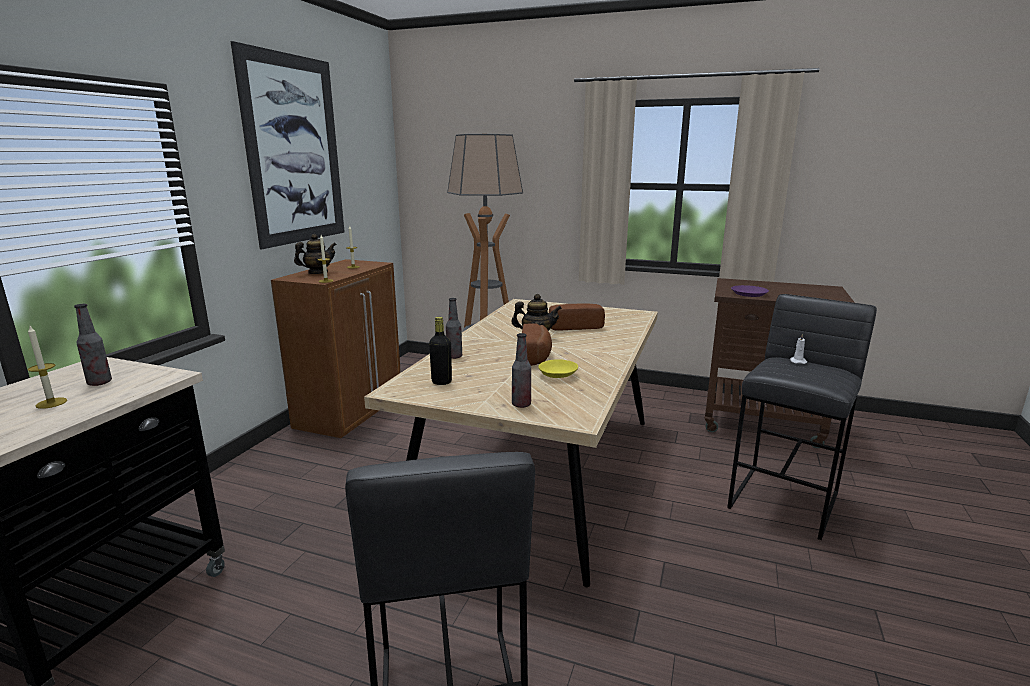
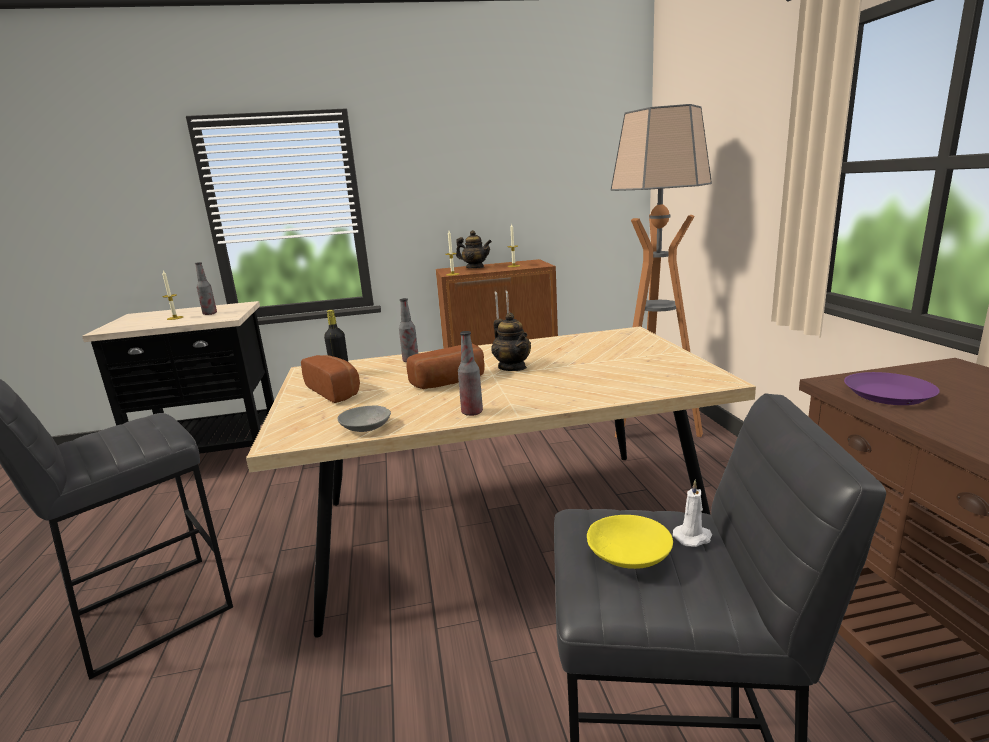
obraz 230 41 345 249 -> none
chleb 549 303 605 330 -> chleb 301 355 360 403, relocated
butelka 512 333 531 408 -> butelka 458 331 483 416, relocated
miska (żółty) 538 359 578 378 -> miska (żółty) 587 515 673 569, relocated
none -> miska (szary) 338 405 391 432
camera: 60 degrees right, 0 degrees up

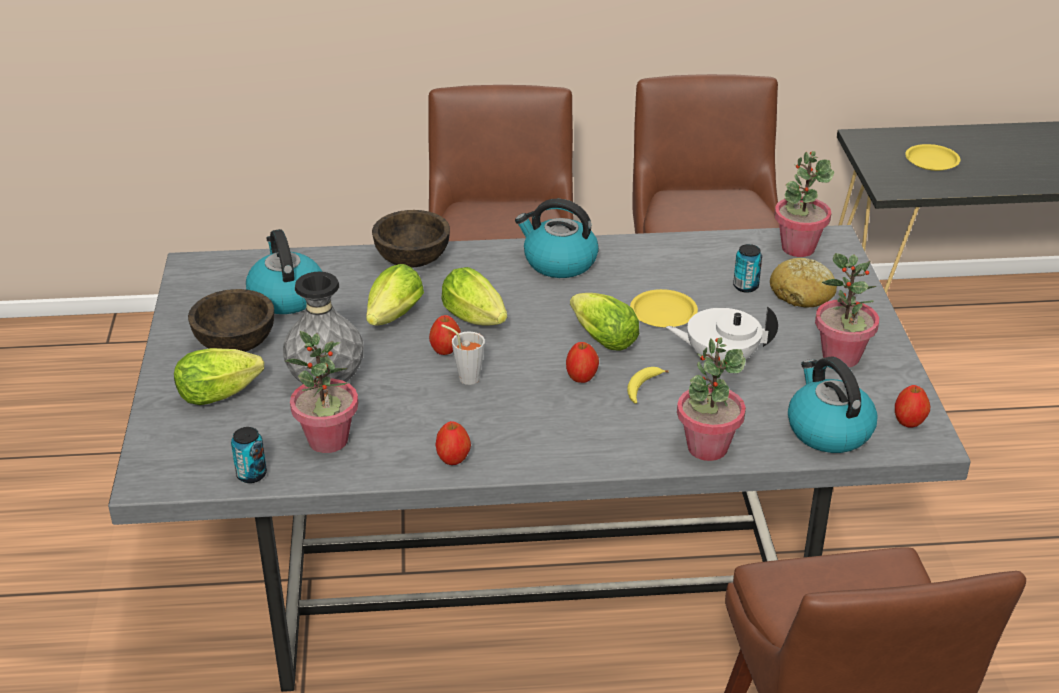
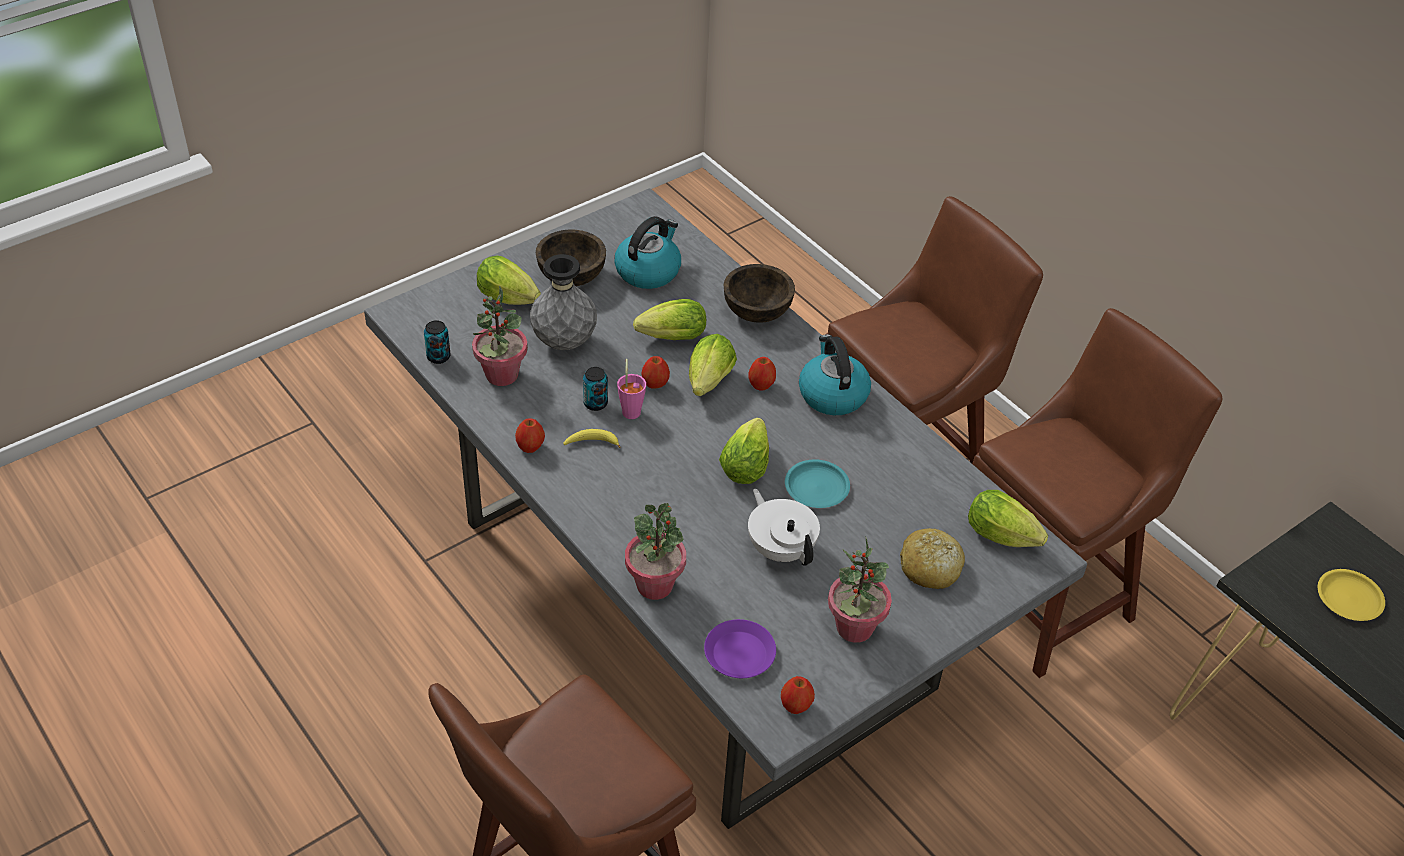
roślina doniczkowa 774 151 834 257 -> sałata 968 490 1048 547
puszka 733 244 762 293 -> puszka 583 367 608 411, relocated
talerz (żółty) 630 289 698 328 -> talerz (turkusowy) 785 460 850 508
filiżanka (szary) 441 324 485 385 -> filiżanka (różowy) 617 359 646 419
jabłko 566 342 599 383 -> jabłko 749 357 776 390, relocated
czajnik 788 356 878 453 -> talerz (fioletowy) 704 619 776 678
banan 627 367 669 404 -> banan 563 429 620 448, relocated
camera: 55 degrees right, 10 degrees up

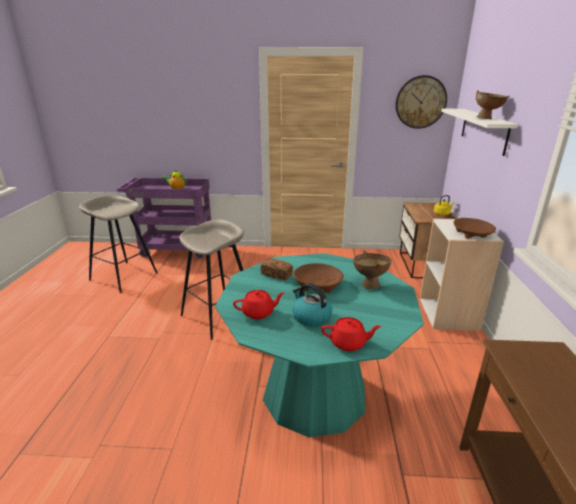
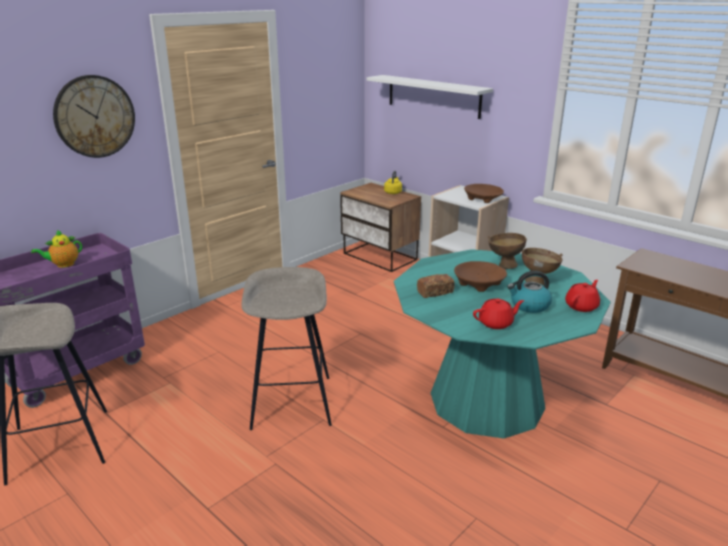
zegar ścienny 395 75 447 129 -> zegar ścienny 53 75 135 158, relocated
miska (brązowy) 476 90 509 119 -> miska (brązowy) 522 248 562 286, relocated
imbryk (czerwony) 233 290 284 319 -> imbryk (czerwony) 473 298 524 329, 45 degrees clockwise
camera: 50 degrees left, 0 degrees up

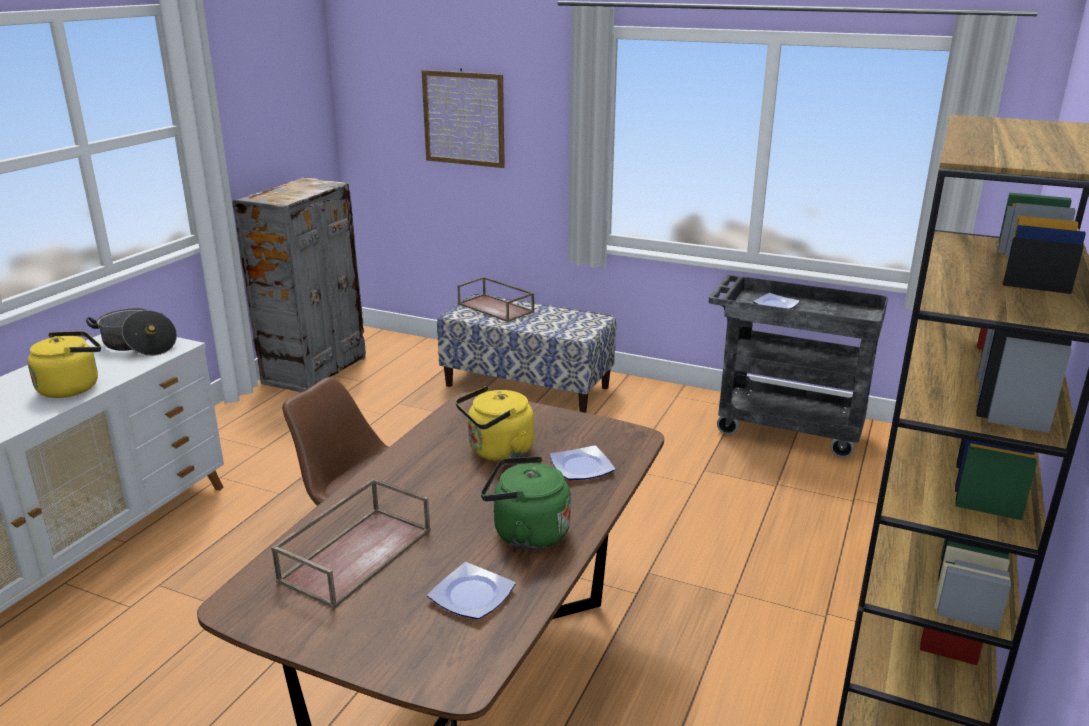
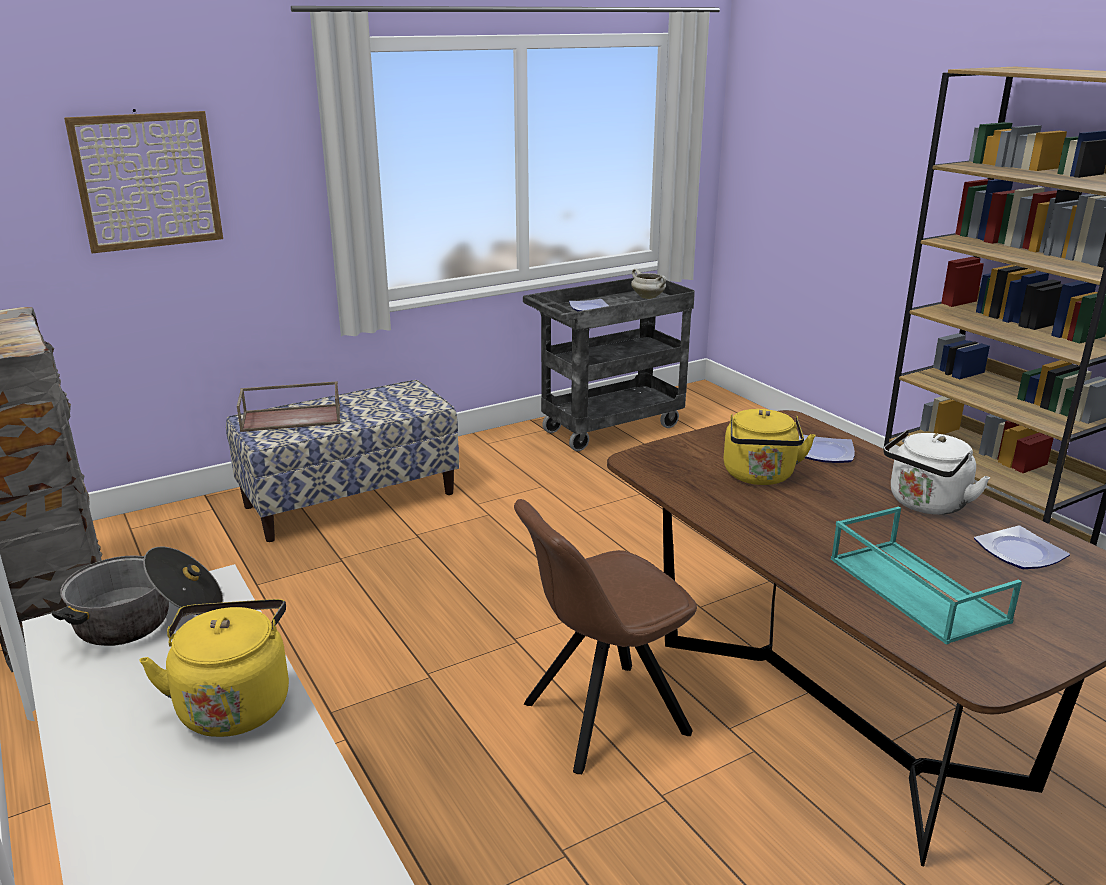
czajnik (zielony) 481 456 571 550 -> czajnik (biały) 883 429 990 515
taca (brązowy) 271 478 431 609 -> taca (turkusowy) 831 507 1022 645
none -> garnek (biały) 631 269 666 299
camera: 55 degrees left, 0 degrees up

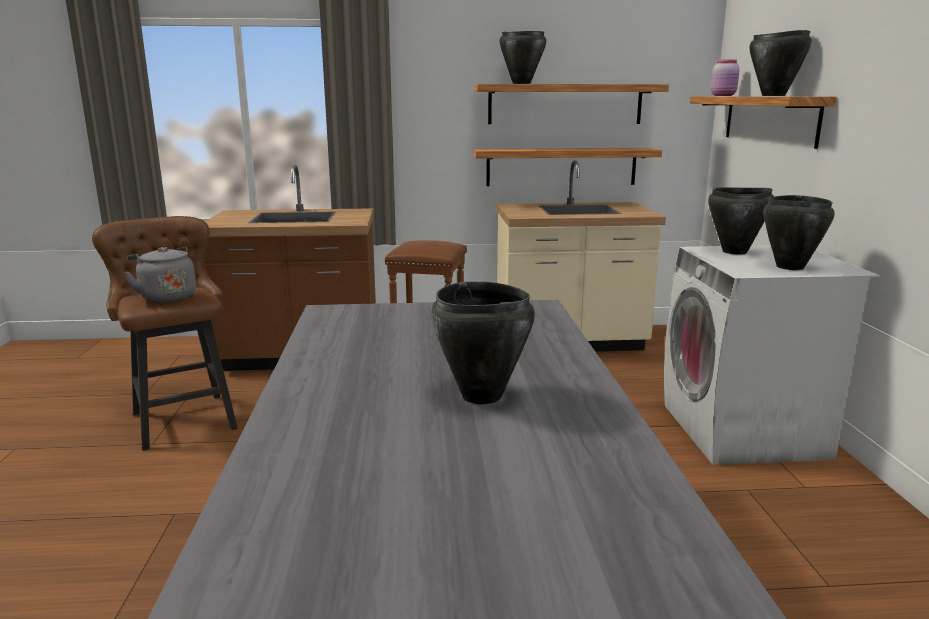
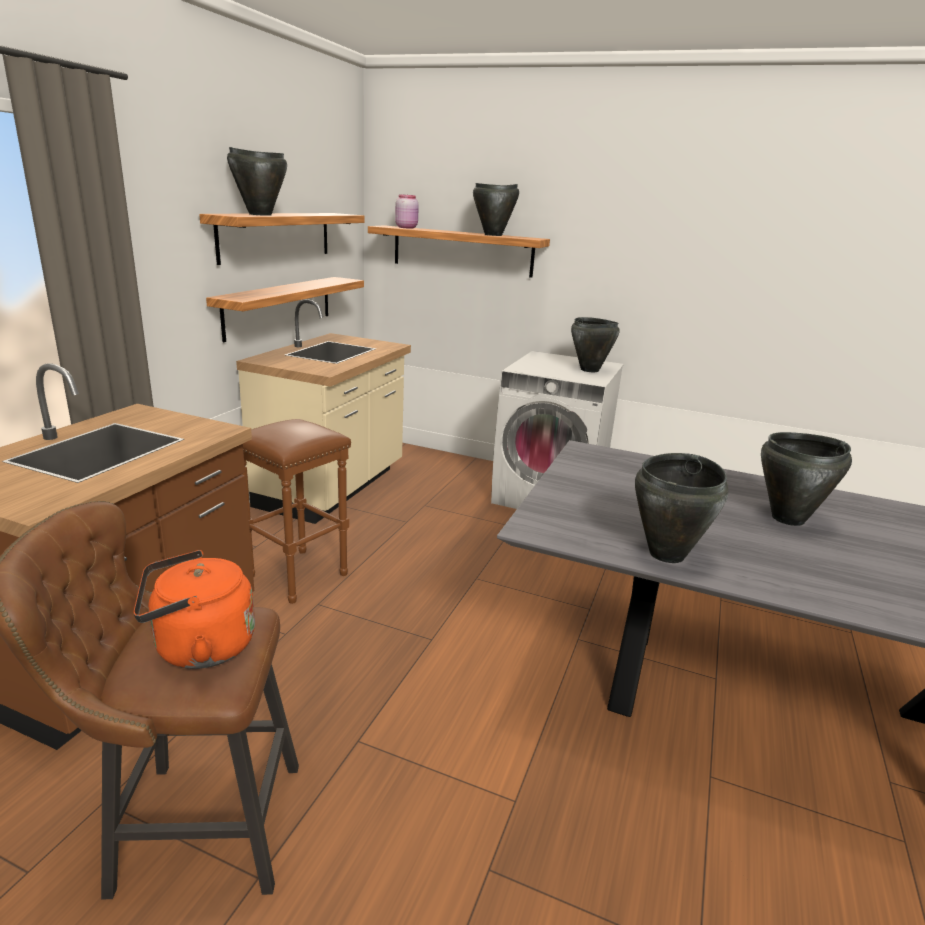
garnek (czarny) 708 187 774 255 -> garnek (czarny) 635 453 728 563, relocated
czajnik (szary) 124 247 196 303 -> czajnik (pomarańczowy) 133 550 255 669
camera: 65 degrees left, 5 degrees up

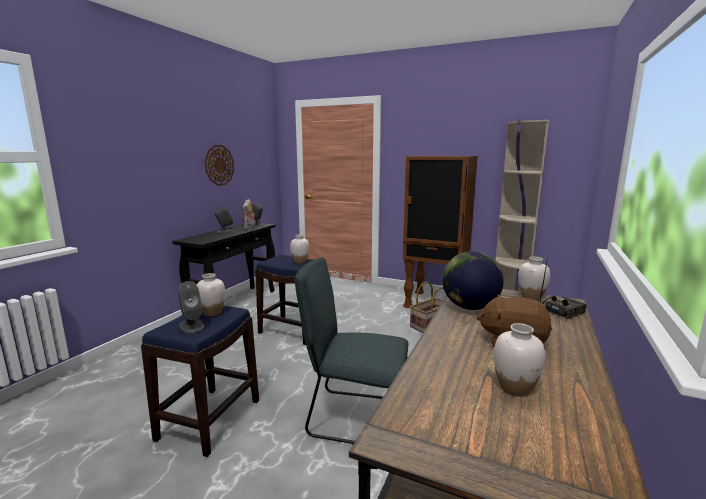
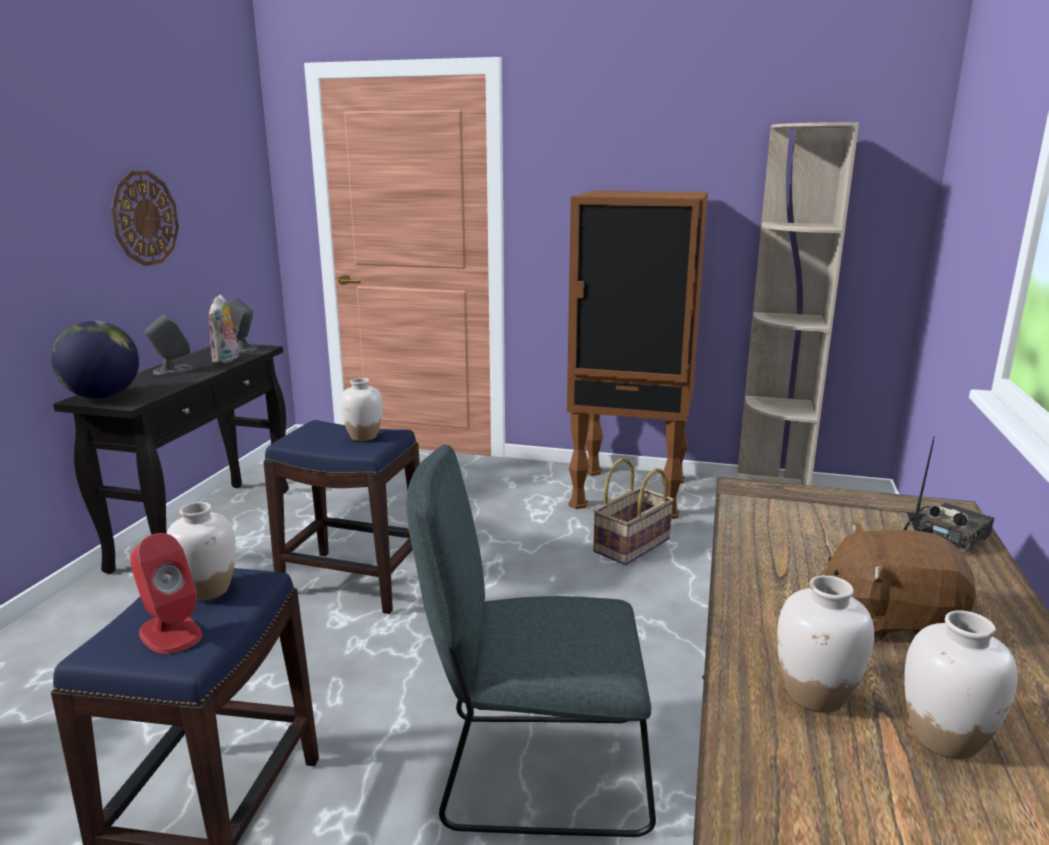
globus 442 251 504 310 -> globus 51 321 139 399, relocated
wazon (biały) 518 257 550 301 -> wazon (biały) 777 575 874 713, relocated
głośnik (szary) 178 281 204 333 -> głośnik (czerwony) 131 533 202 654
camera: 10 degrees left, 5 degrees up

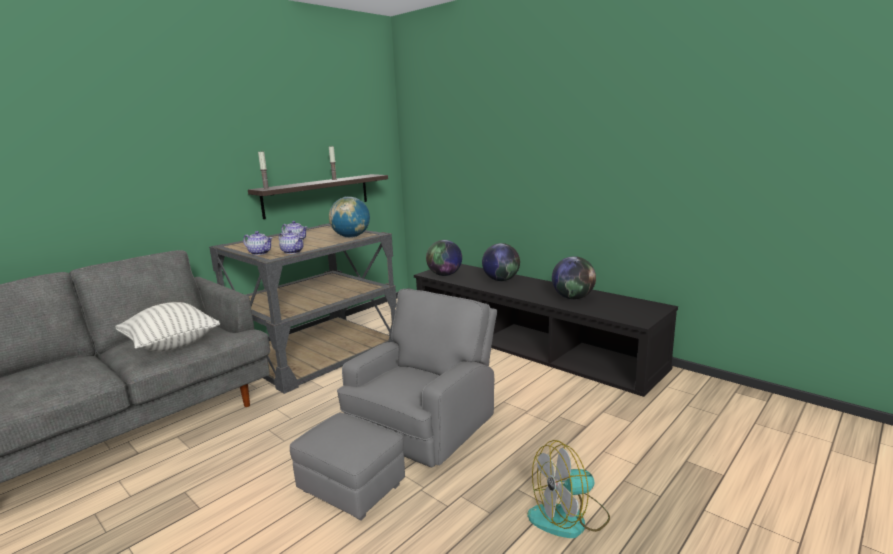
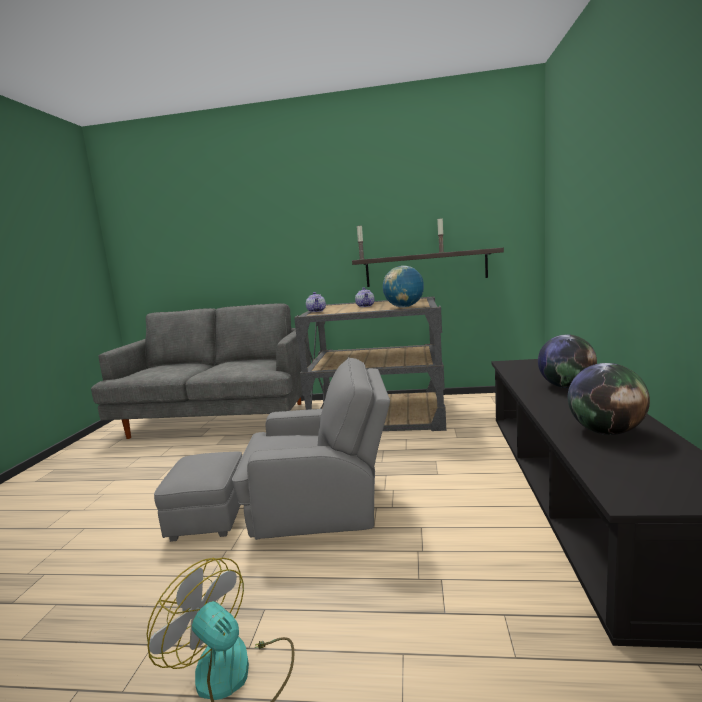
imbryk 279 230 304 254 -> none
globus 426 240 462 276 -> none
poduszka 115 302 220 352 -> none
camera: 55 degrees right, 5 degrees down

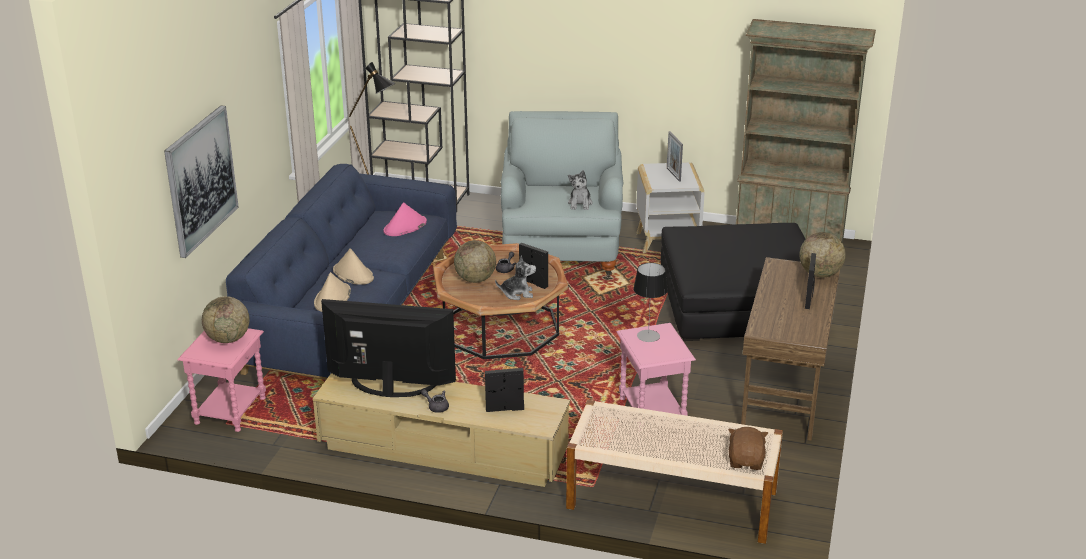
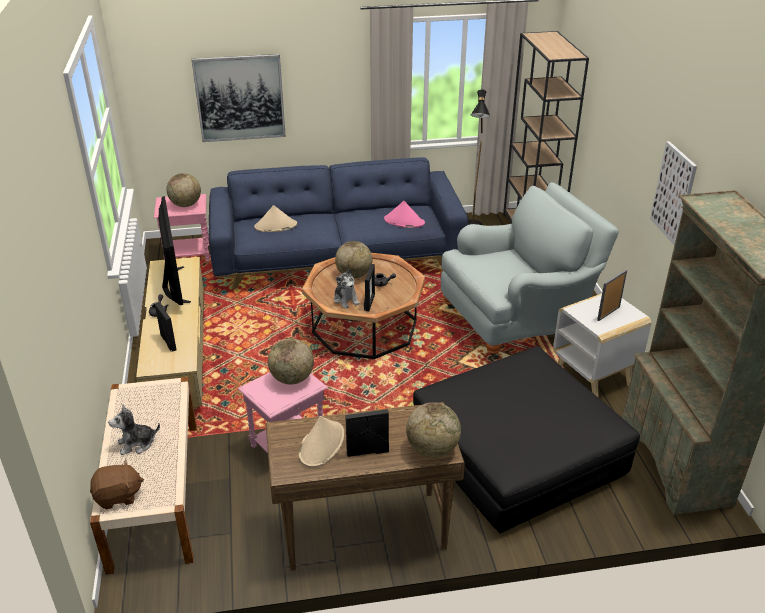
pluszak 568 170 592 210 -> pluszak 108 404 160 455, relocated
kapelusz (beżowy) 333 248 374 285 -> kapelusz (beżowy) 298 416 344 468, relocated
lampa stołowa 633 263 668 342 -> globus 268 338 314 385
none -> obraz 650 141 697 245
camera: 65 degrees right, 5 degrees up

